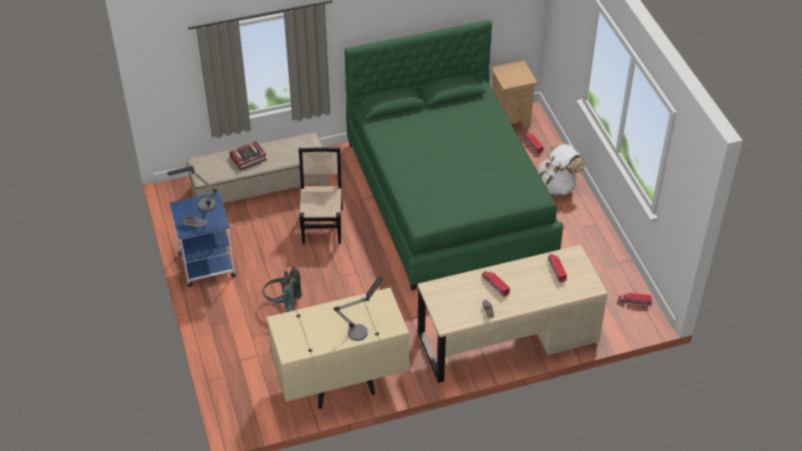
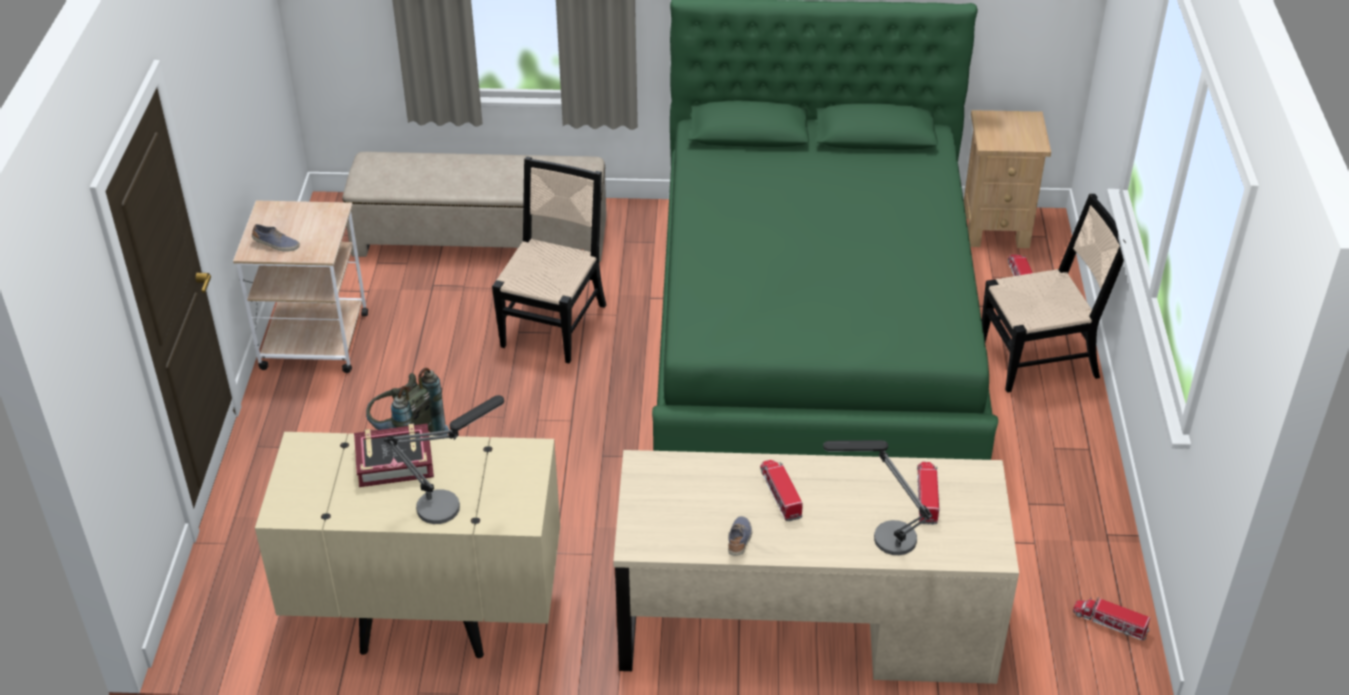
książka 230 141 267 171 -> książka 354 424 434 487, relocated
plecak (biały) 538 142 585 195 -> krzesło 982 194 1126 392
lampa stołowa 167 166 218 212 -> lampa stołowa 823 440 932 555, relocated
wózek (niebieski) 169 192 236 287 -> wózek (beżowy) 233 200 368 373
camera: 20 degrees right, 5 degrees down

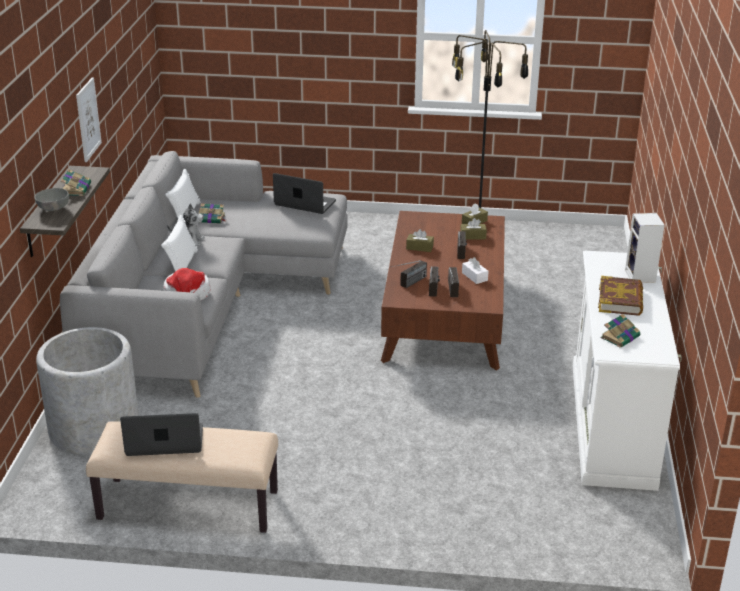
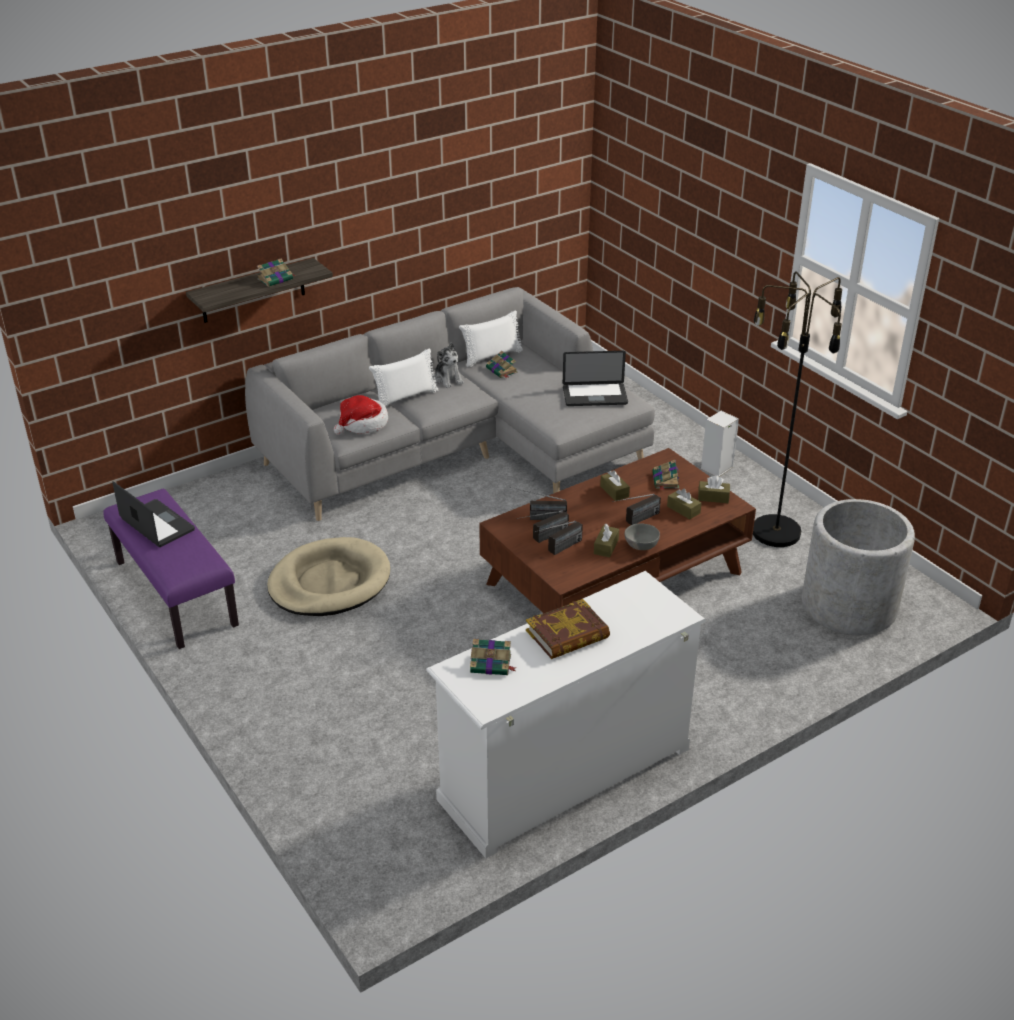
obraz 76 77 102 162 -> none
laptop 273 173 336 214 -> laptop 563 351 628 406, 105 degrees clockwise
miska (szary) 34 188 69 211 -> miska (szary) 624 523 660 550, relocated
głośnik 625 213 665 283 -> głośnik 701 411 739 477, relocated
pudełko chusteczek (biały) 462 257 488 284 -> pudełko chusteczek (brązowy) 594 524 619 557
donica (szary) 36 327 139 455 -> donica (szary) 802 499 915 635, relocated
ławka (beżowy) 86 421 278 533 -> ławka (fioletowy) 103 489 239 649
none -> książka 653 460 679 490
none -> legowisko (beżowy) 267 537 390 616
camera: 50 degrees right, 5 degrees up

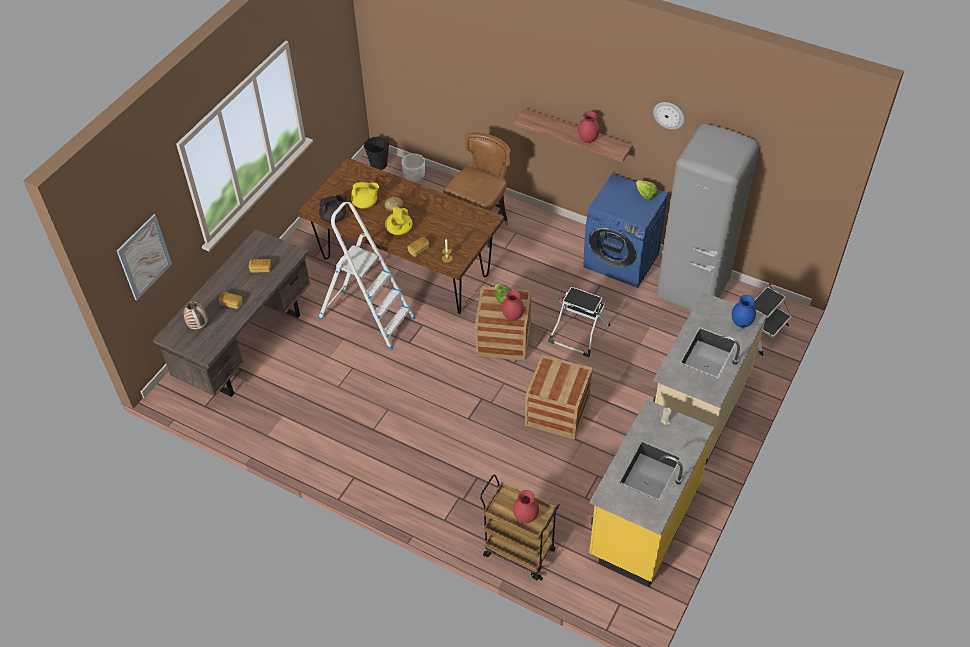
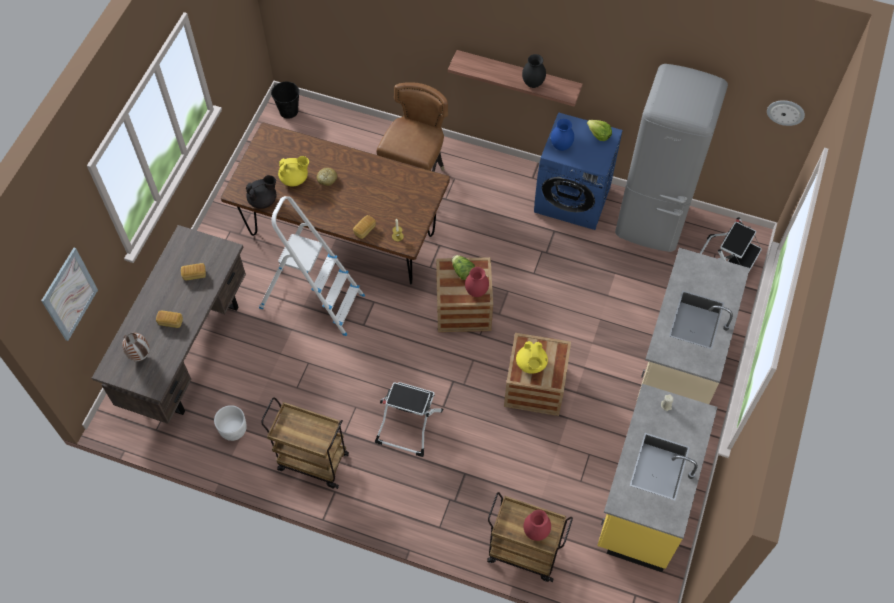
zegar ścienny 653 102 684 130 -> zegar ścienny 767 100 805 126, relocated
wazon (czerwony) 578 111 600 143 -> wazon (czarny) 522 54 546 88
donica (biały) 401 154 425 182 -> donica (biały) 214 405 247 441, relocated
imbryk (żółty) 385 207 413 235 -> imbryk (żółty) 516 341 548 374, relocated
drabinka 548 287 611 357 -> drabinka 375 382 443 457, relocated
wazon (niebieski) 732 295 756 328 -> wazon (niebieski) 551 119 574 151, relocated
none -> wózek (brązowy) 261 397 349 489
camera: 10 degrees left, 10 degrees up

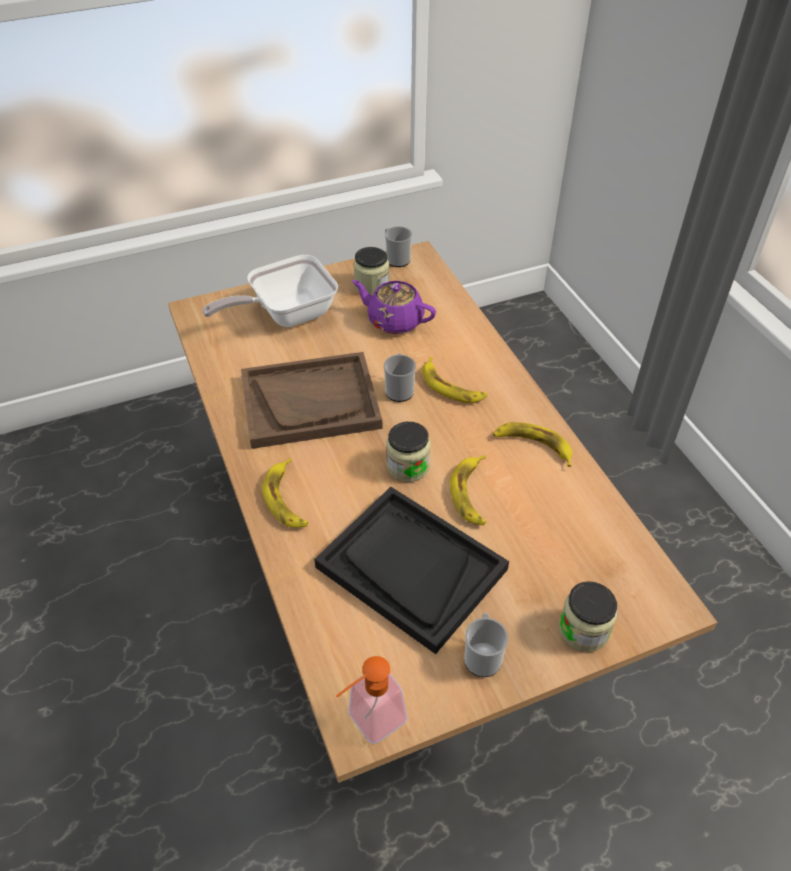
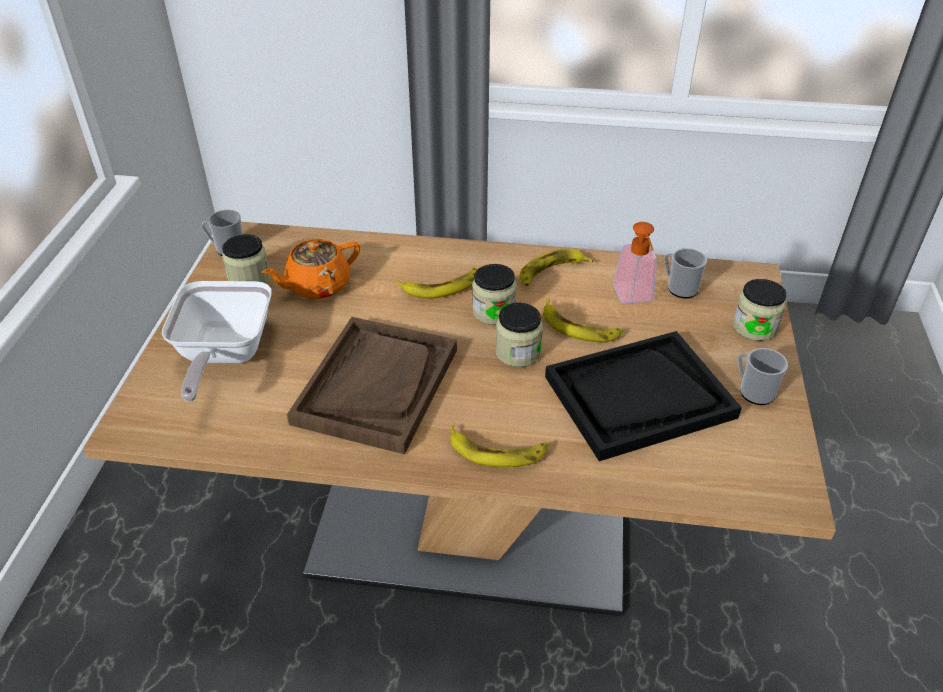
imbryk (fioletowy) 352 280 436 334 -> imbryk (pomarańczowy) 261 239 360 299
kubek 384 353 416 402 -> kubek 664 248 707 298, relocated
dozownik mydła 336 656 407 744 -> dozownik mydła 613 222 657 303, relocated
none -> słoik 472 264 517 325
camera: 60 degrees left, 5 degrees down

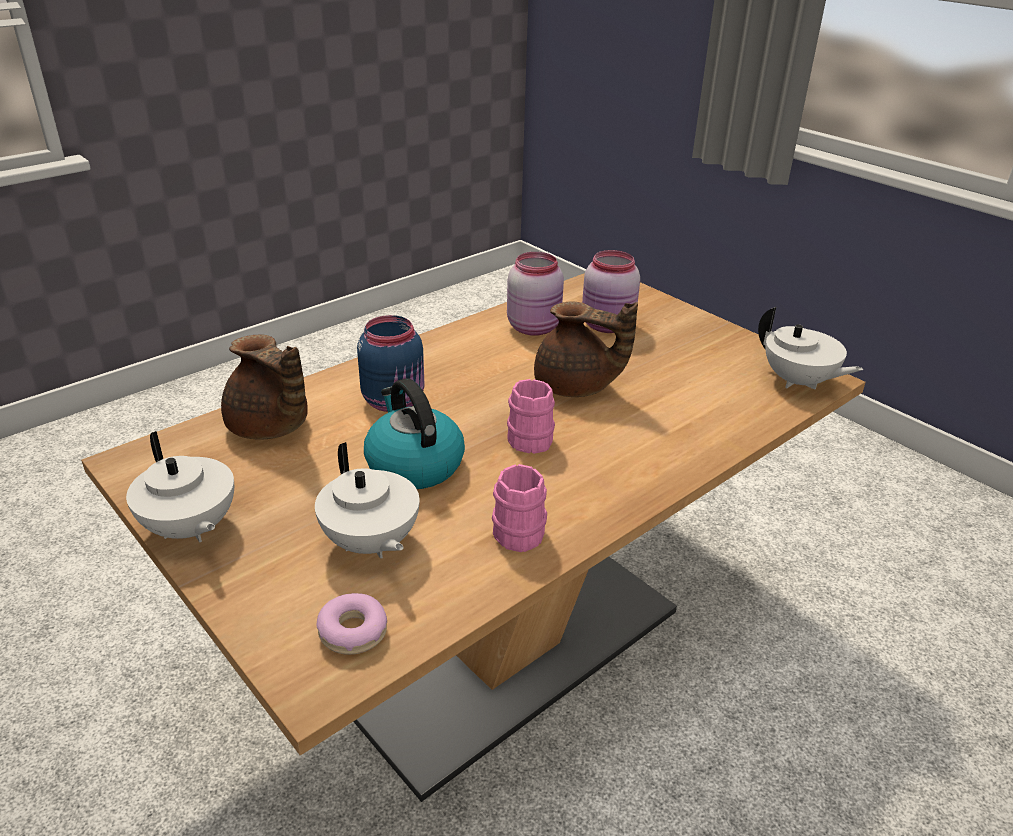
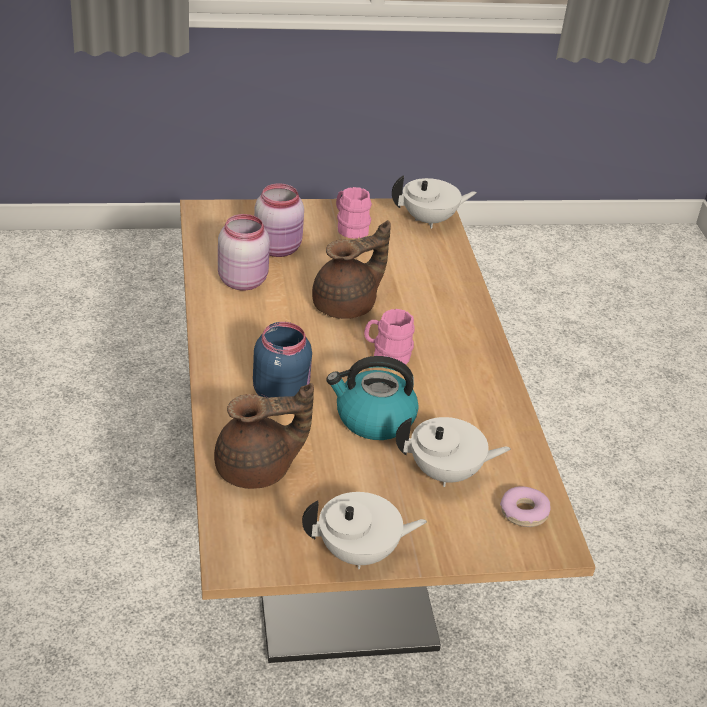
kubek (różowy) 492 464 547 552 -> kubek (różowy) 336 187 372 239, relocated
camera: 60 degrees left, 5 degrees up

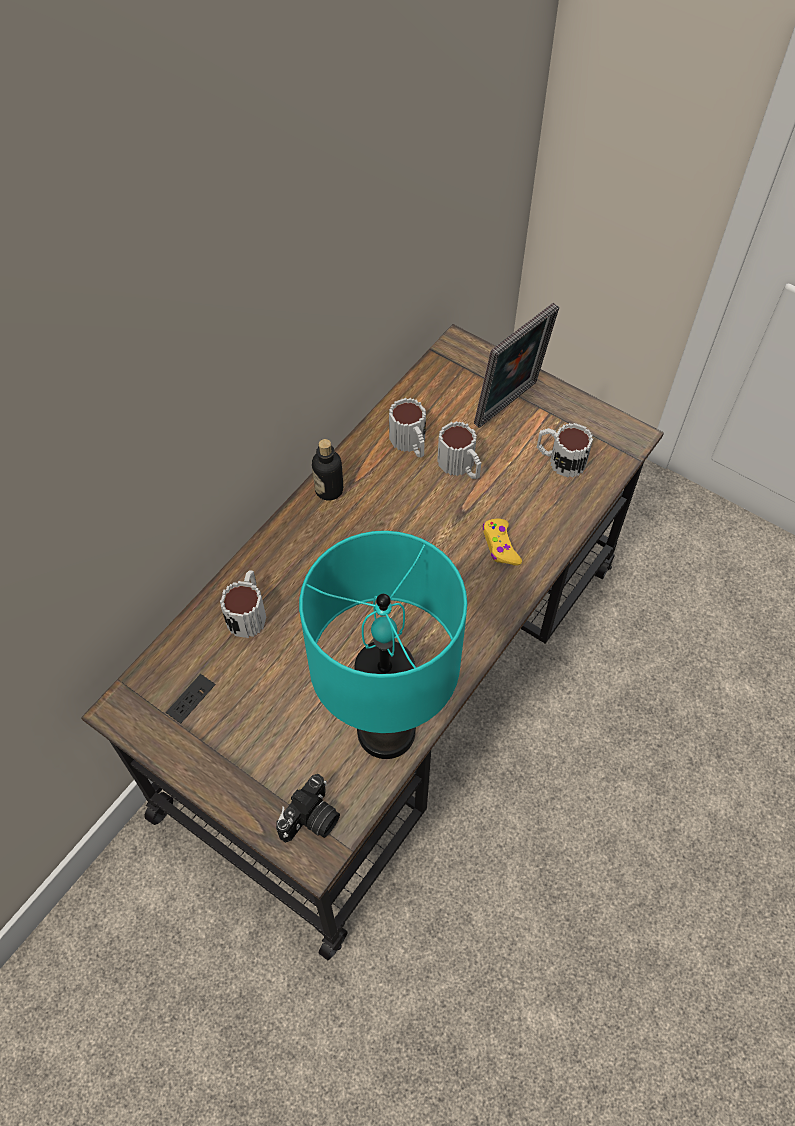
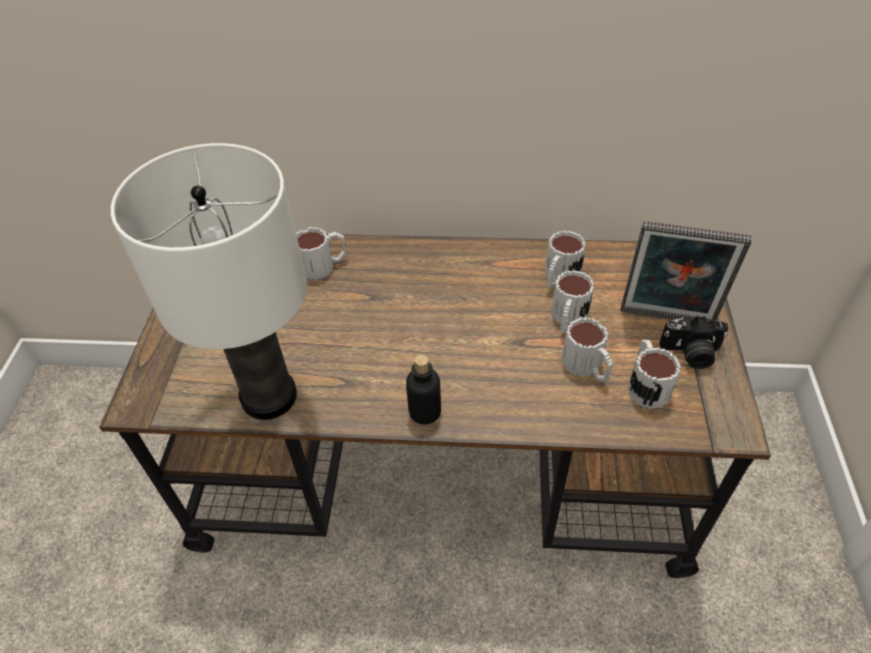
butelka 312 439 343 501 -> butelka 406 355 441 425, relocated
pad do gier (żółty) 483 519 522 566 -> none
lampa stołowa (turkusowy) 299 531 467 759 -> lampa stołowa (biały) 111 143 307 420
aparat fotograficzny 276 774 340 843 -> aparat fotograficzny 659 316 728 369, relocated
none -> kubek 561 317 613 382
camera: 60 degrees right, 10 degrees down

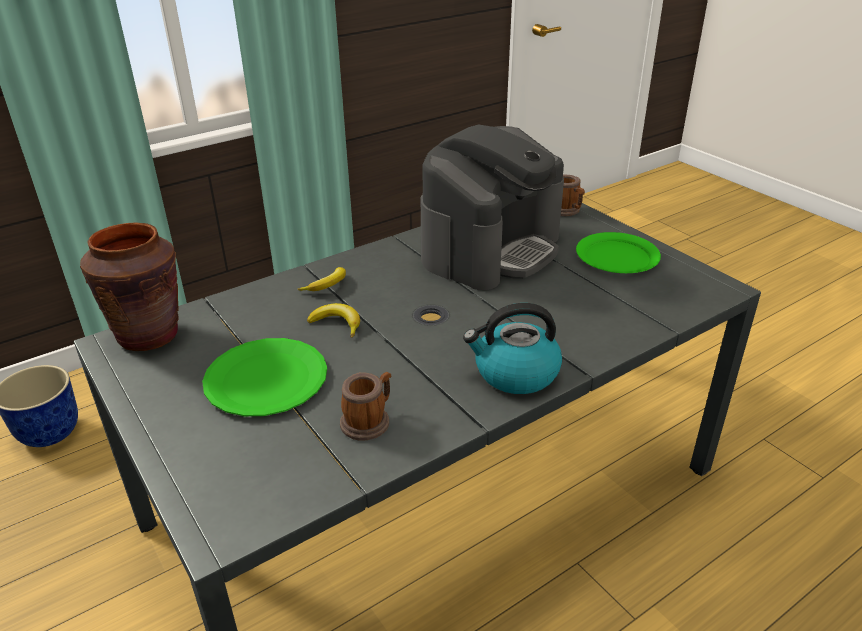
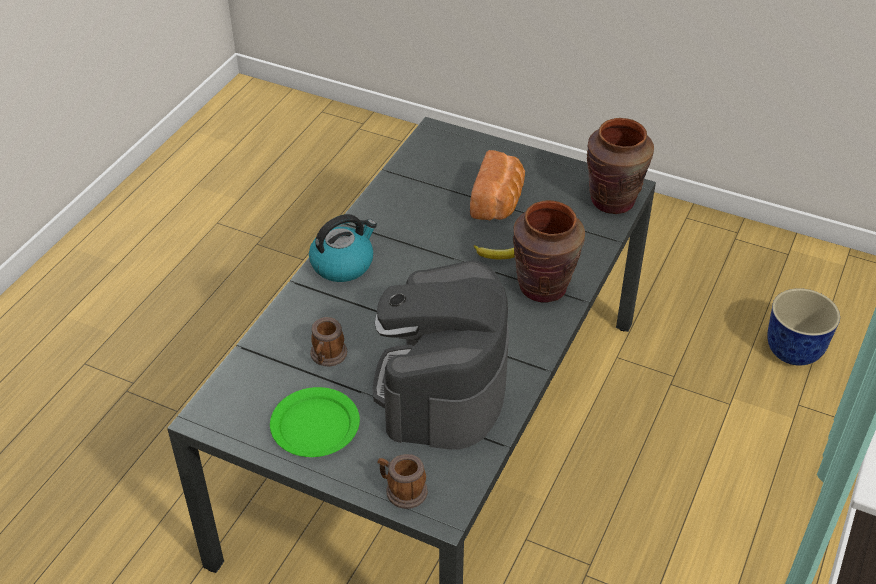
banan 297 267 346 291 -> wazon (brązowy) 513 200 585 303
talerz (zielony) 202 338 327 416 -> chleb 470 150 525 220
kubek 340 372 391 441 -> kubek 310 317 347 366, relocated
camera: 150 degrees right, 10 degrees up

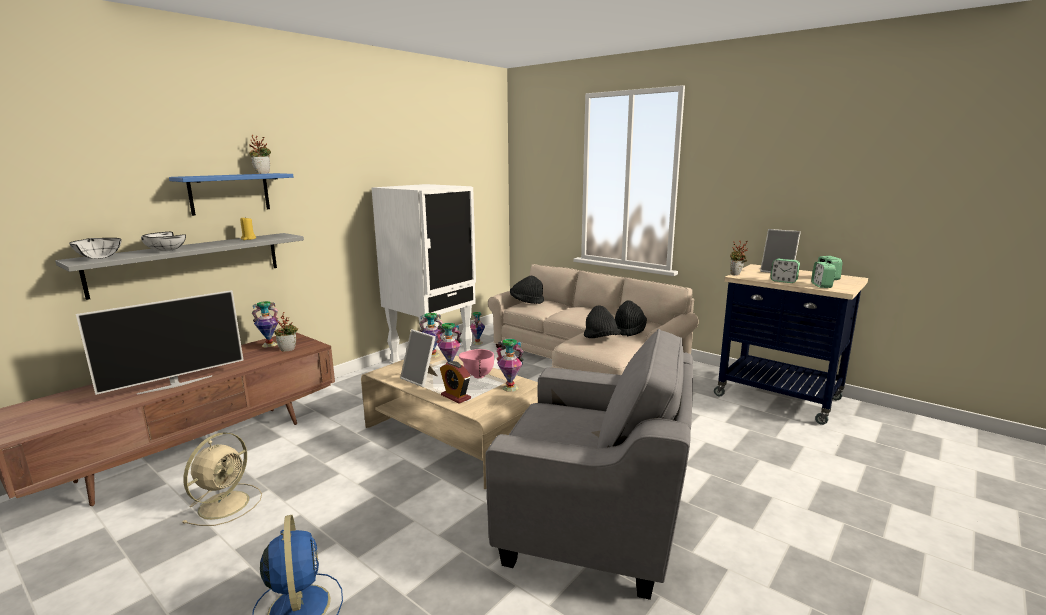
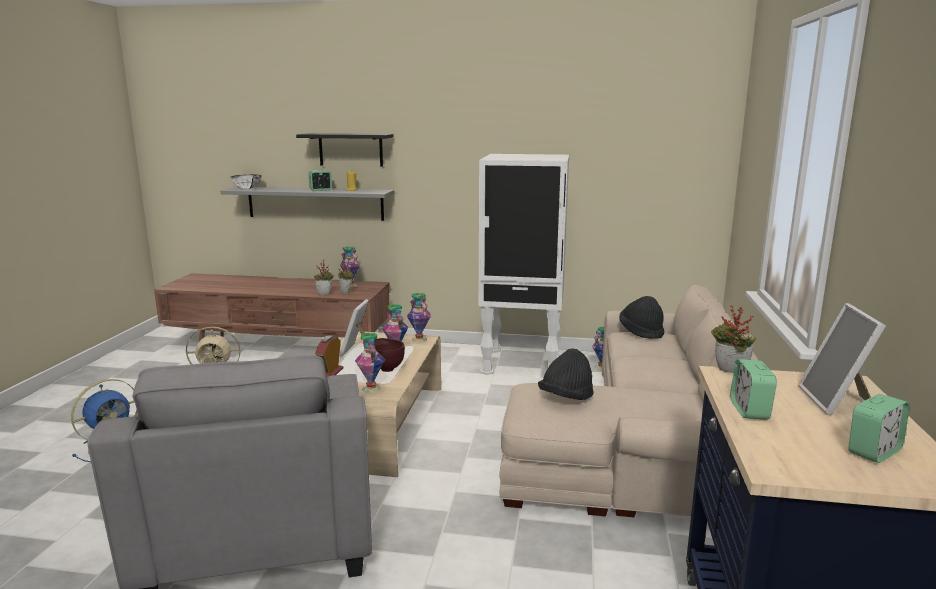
roślina doniczkowa 249 135 271 174 -> roślina doniczkowa 314 260 334 295, relocated
półka (niebieski) 169 173 293 216 -> półka (czarny) 296 133 394 166
miska (biały) 141 232 186 251 -> none
budzik 811 262 836 288 -> budzik 309 170 332 191, relocated
telewizor 76 290 243 395 -> none
kapelusz (czarny) 615 300 647 336 -> none
miska (różowy) 459 349 494 378 -> miska (brązowy) 374 338 405 372
camera: 60 degrees right, 0 degrees up

